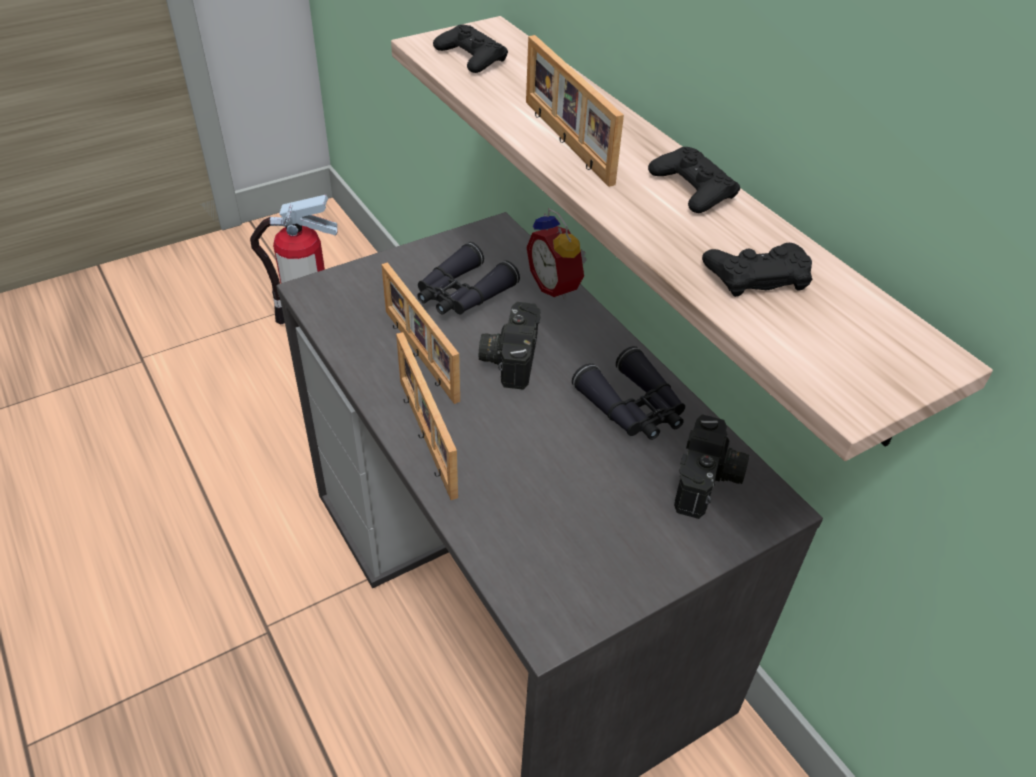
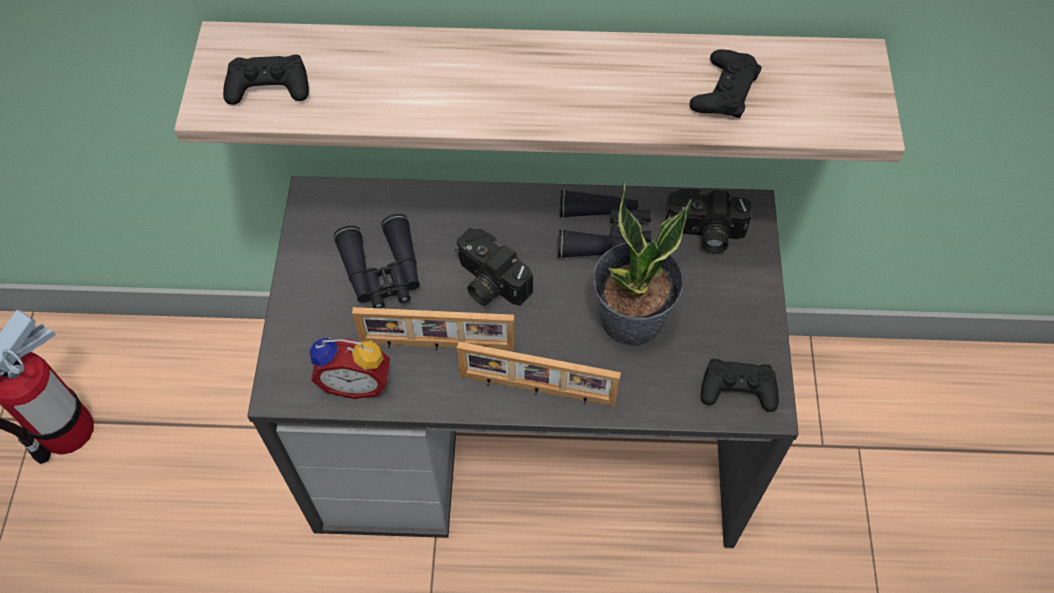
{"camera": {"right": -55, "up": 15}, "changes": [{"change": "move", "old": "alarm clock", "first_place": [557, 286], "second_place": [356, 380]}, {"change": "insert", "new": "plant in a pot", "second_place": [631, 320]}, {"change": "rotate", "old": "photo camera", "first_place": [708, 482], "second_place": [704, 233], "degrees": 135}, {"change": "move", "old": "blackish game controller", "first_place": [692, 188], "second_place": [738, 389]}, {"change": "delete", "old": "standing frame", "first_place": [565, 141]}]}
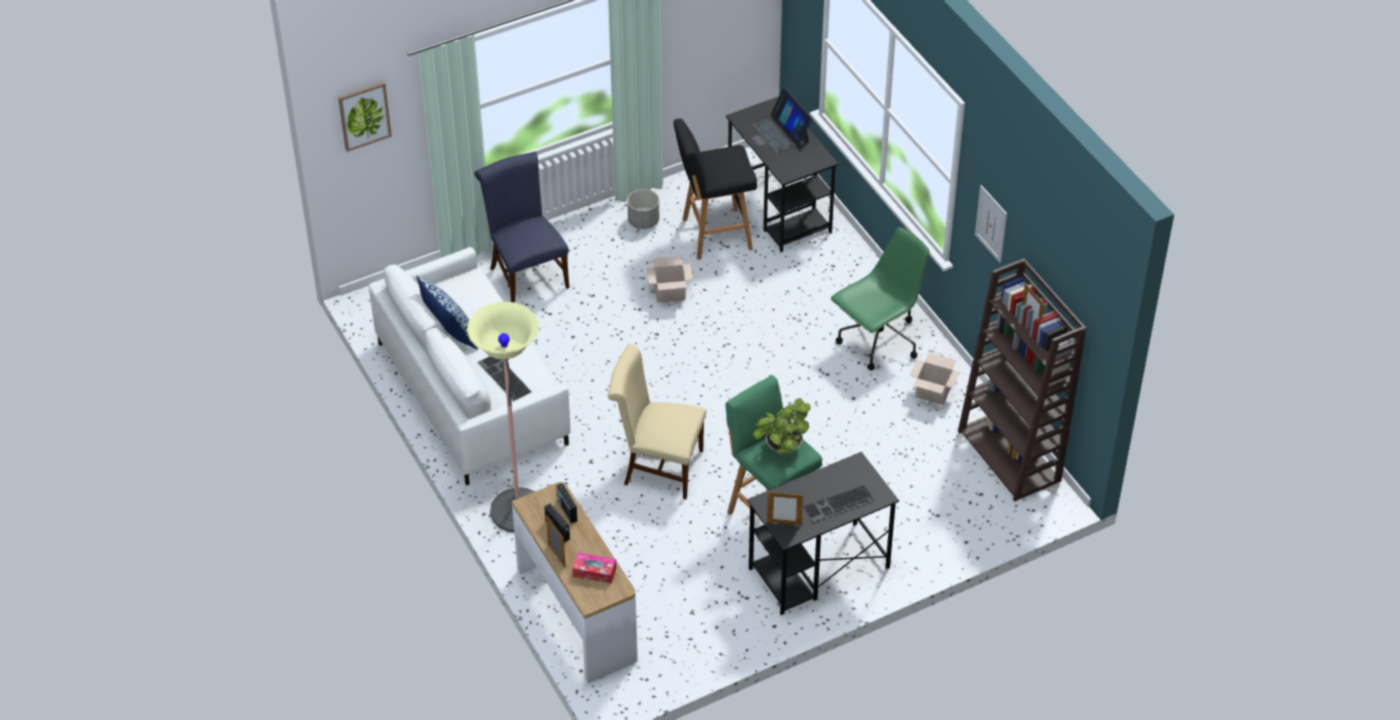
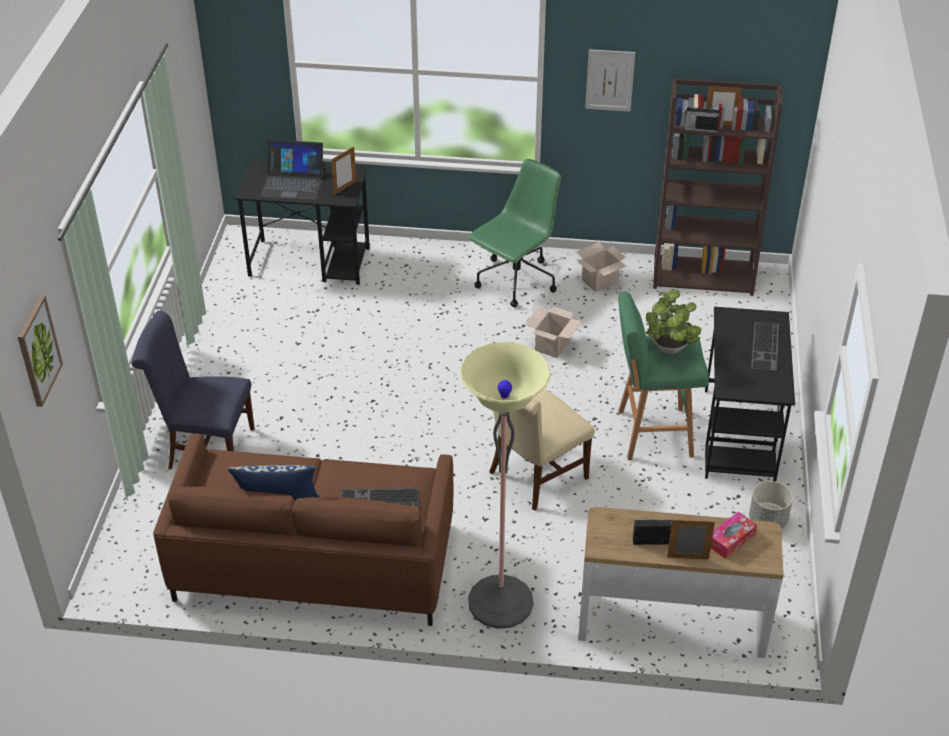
{"camera": {"right": -55, "up": -5}, "changes": [{"change": "recolor", "old": "whitish sofa", "new": "brown-coloured sofa", "first_place": [472, 392], "second_place": [314, 560]}, {"change": "move", "old": "standing frame", "first_place": [784, 523], "second_place": [345, 188]}, {"change": "rotate", "old": "green computer chair", "first_place": [878, 341], "second_place": [515, 282], "degrees": 45}, {"change": "move", "old": "carton", "first_place": [670, 292], "second_place": [552, 345]}, {"change": "move", "old": "radio set", "first_place": [567, 510], "second_place": [700, 129]}, {"change": "move", "old": "grey plant pot", "first_place": [643, 221], "second_place": [767, 520]}, {"change": "delete", "old": "blackish sitting stool", "first_place": [714, 234]}]}
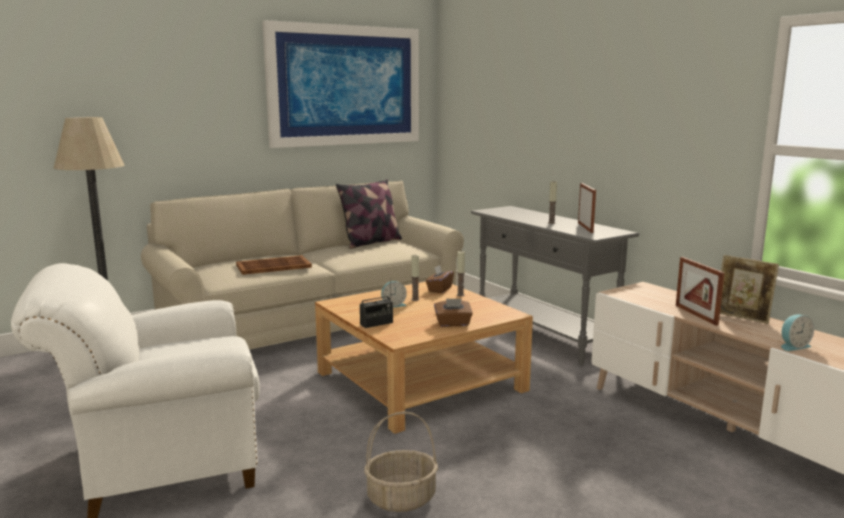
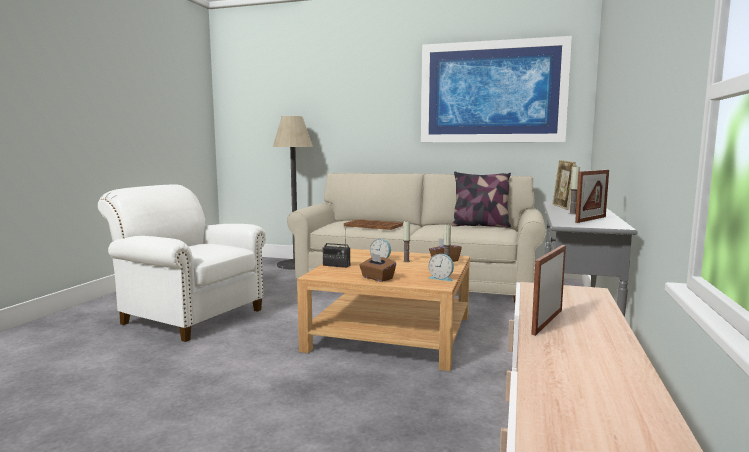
{"camera": {"right": 50, "up": -5}, "changes": [{"change": "move", "old": "alarm clock", "first_place": [793, 346], "second_place": [441, 278]}, {"change": "move", "old": "standing frame", "first_place": [742, 317], "second_place": [562, 207]}, {"change": "delete", "old": "storage basket", "first_place": [400, 499]}]}
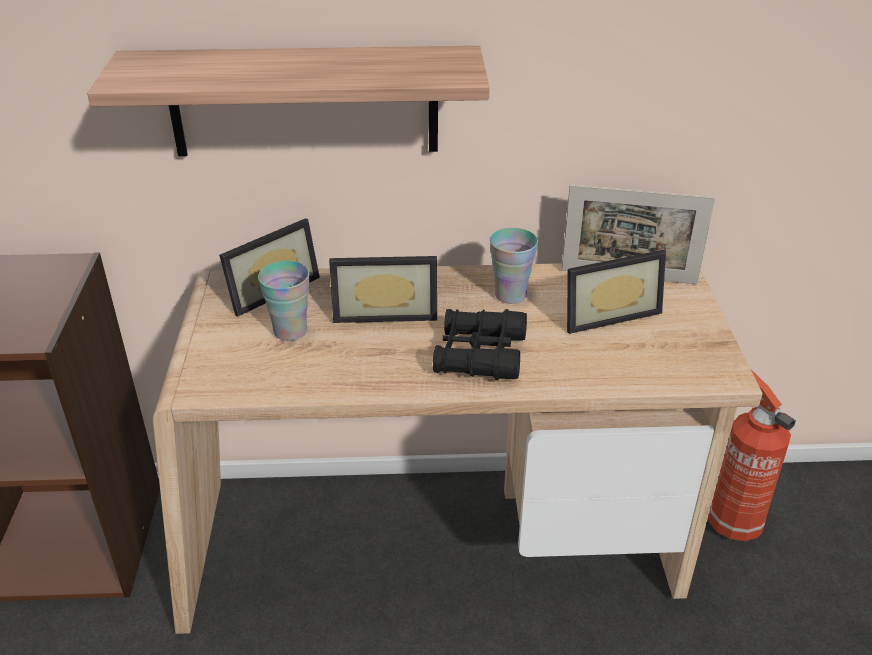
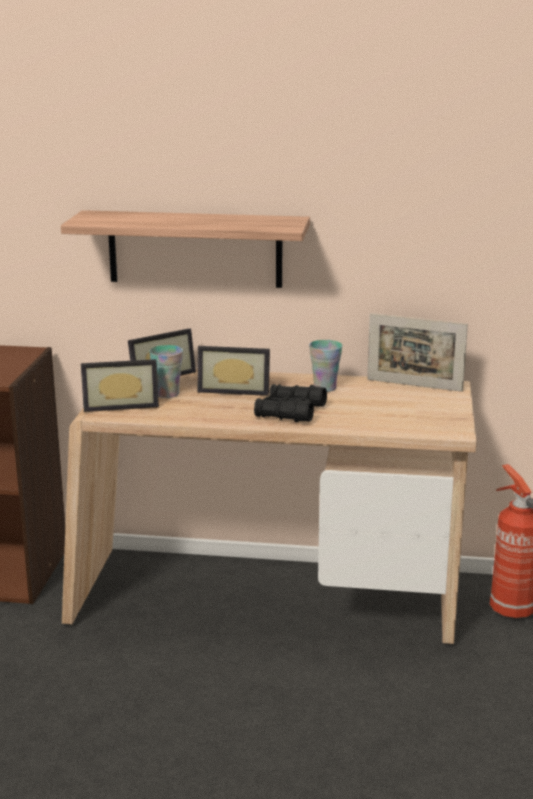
{"camera": {"right": 10, "up": -15}, "changes": [{"change": "move", "old": "standing frame", "first_place": [607, 313], "second_place": [120, 405]}]}
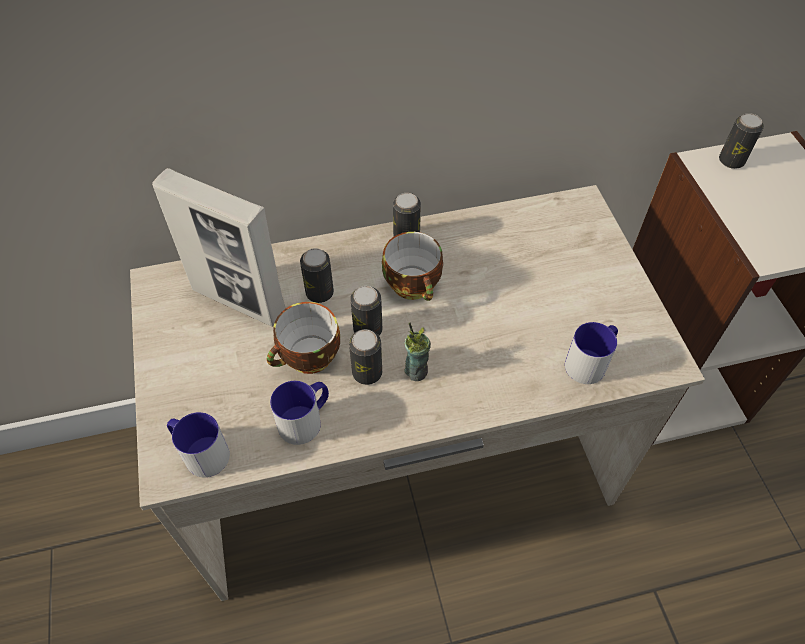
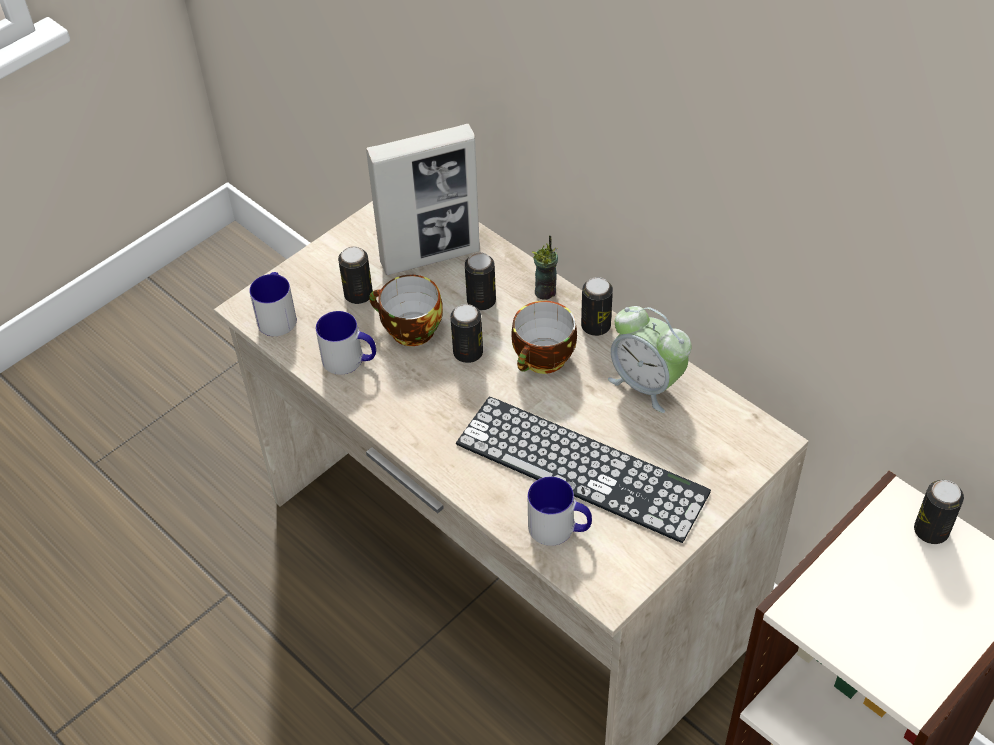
{"camera": {"right": 60, "up": -5}, "changes": [{"change": "move", "old": "metal can", "first_place": [367, 373], "second_place": [358, 295]}, {"change": "rotate", "old": "standing frame", "first_place": [239, 301], "second_place": [430, 257], "degrees": -105}, {"change": "insert", "new": "keyboard", "second_place": [581, 467]}, {"change": "move", "old": "cup", "first_place": [416, 371], "second_place": [546, 292]}, {"change": "insert", "new": "alarm clock", "second_place": [646, 384]}]}
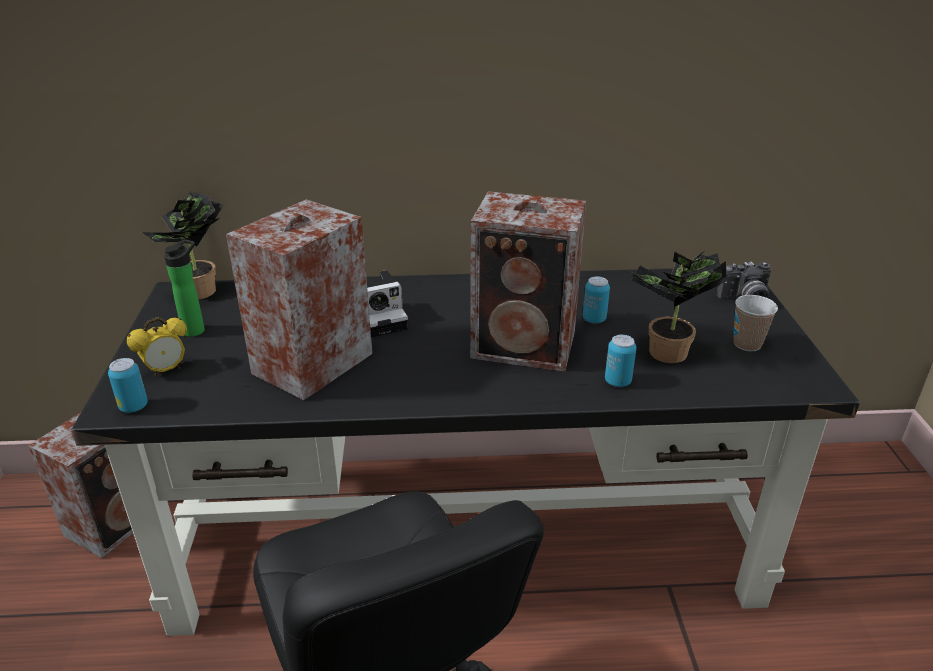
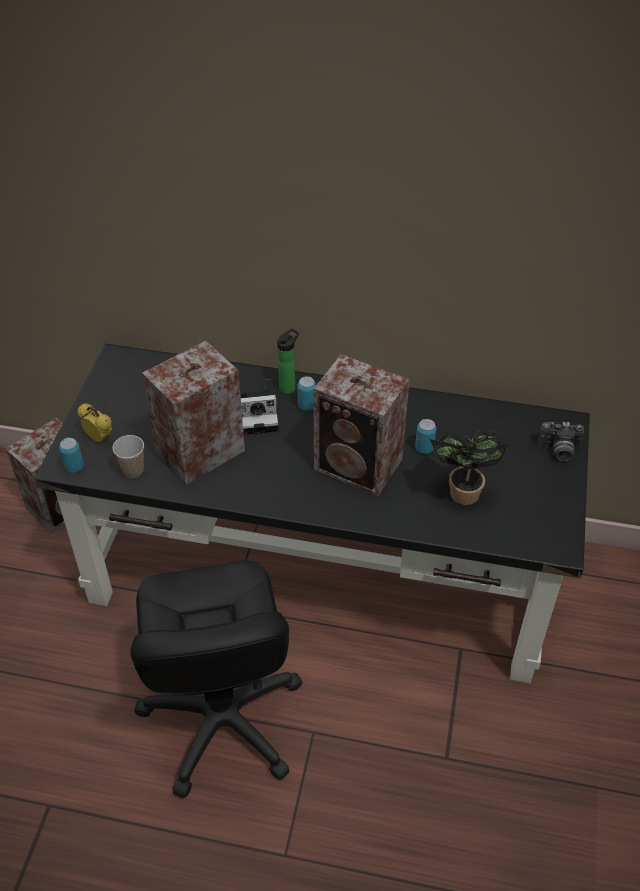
{"camera": {"right": 15, "up": 15}, "changes": [{"change": "rotate", "old": "alarm clock", "first_place": [166, 370], "second_place": [99, 438], "degrees": -120}, {"change": "move", "old": "cup", "first_place": [747, 344], "second_place": [133, 470]}, {"change": "move", "old": "bottle", "first_place": [196, 329], "second_place": [289, 387]}, {"change": "move", "old": "metal can", "first_place": [617, 381], "second_place": [307, 405]}, {"change": "delete", "old": "plant in a pot", "first_place": [200, 294]}]}
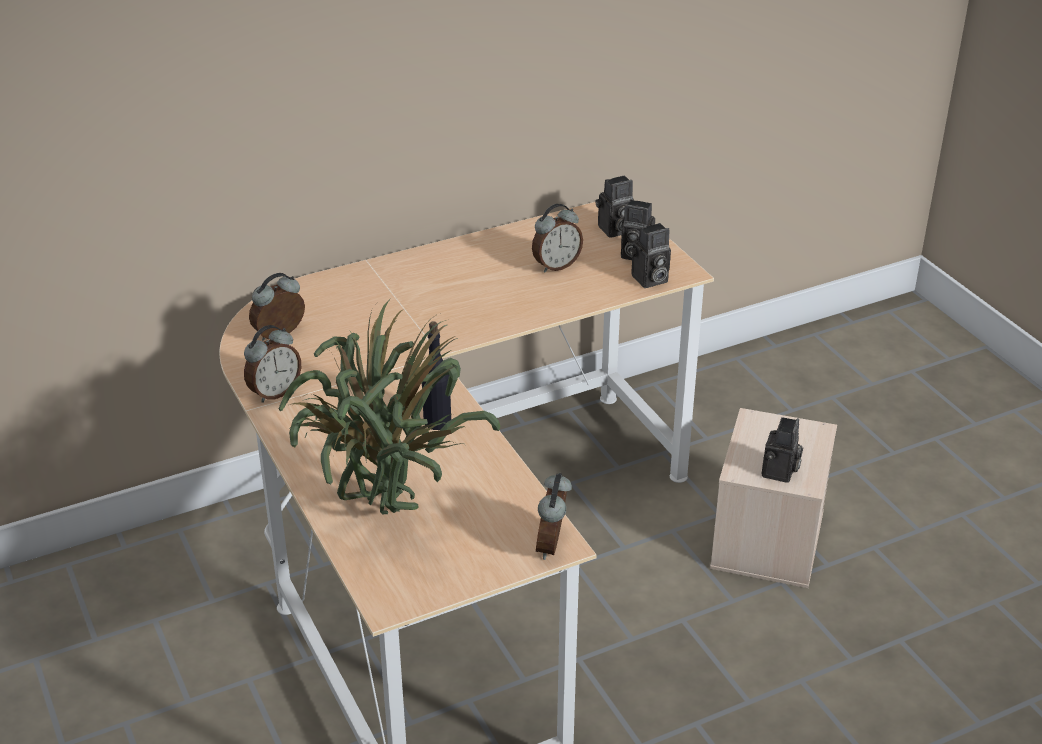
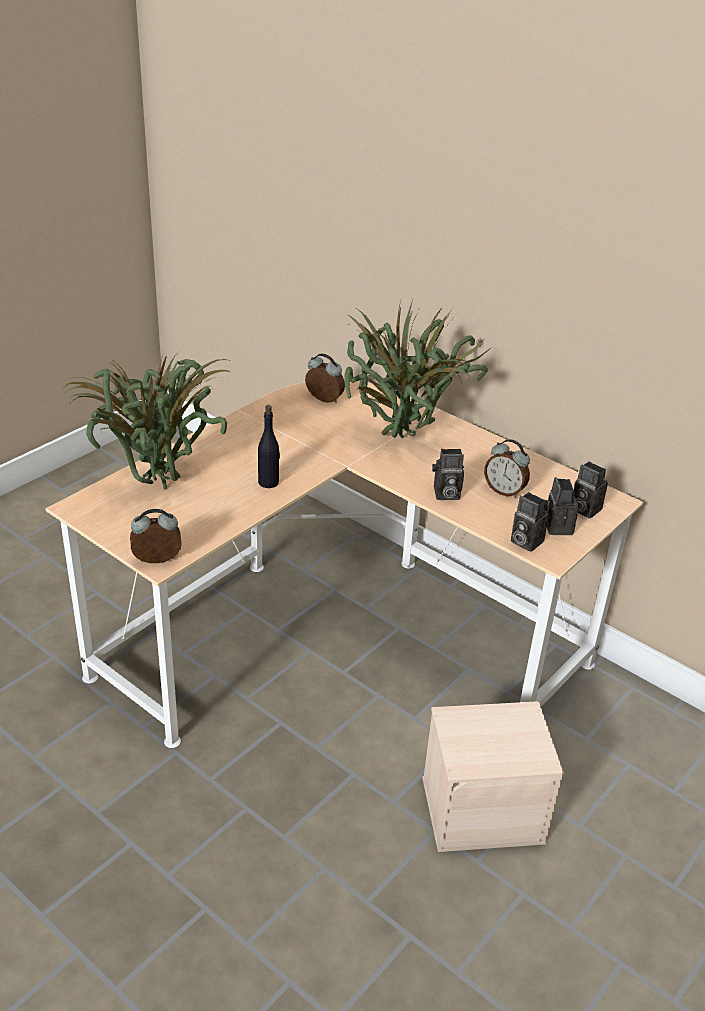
{"camera": {"right": 65, "up": 0}, "changes": [{"change": "insert", "new": "plant in a pot", "second_place": [402, 443]}, {"change": "move", "old": "photo camera", "first_place": [780, 473], "second_place": [445, 494]}, {"change": "delete", "old": "alarm clock", "first_place": [274, 392]}]}
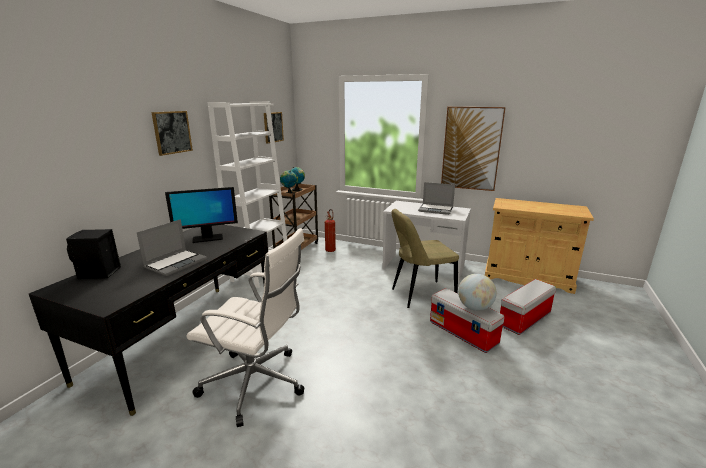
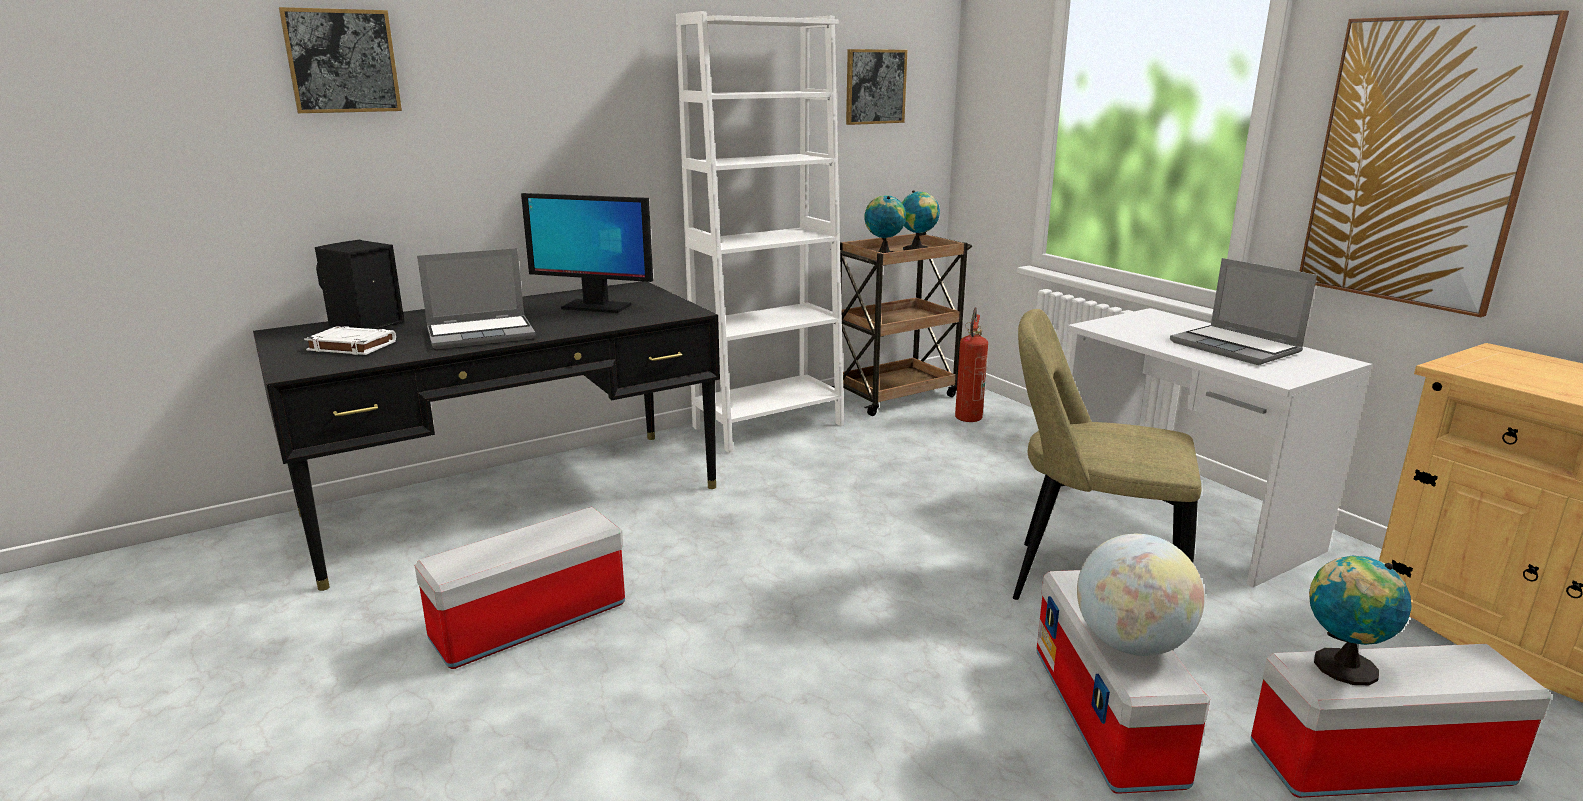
{"camera": {"right": 35, "up": 0}, "changes": [{"change": "move", "old": "wall art", "first_place": [172, 132], "second_place": [342, 61]}, {"change": "insert", "new": "whitish volume", "second_place": [351, 346]}, {"change": "replace", "old": "whitish computer chair", "new": "storage box", "first_place": [256, 384], "second_place": [528, 623]}, {"change": "insert", "new": "globe", "second_place": [1340, 667]}]}
